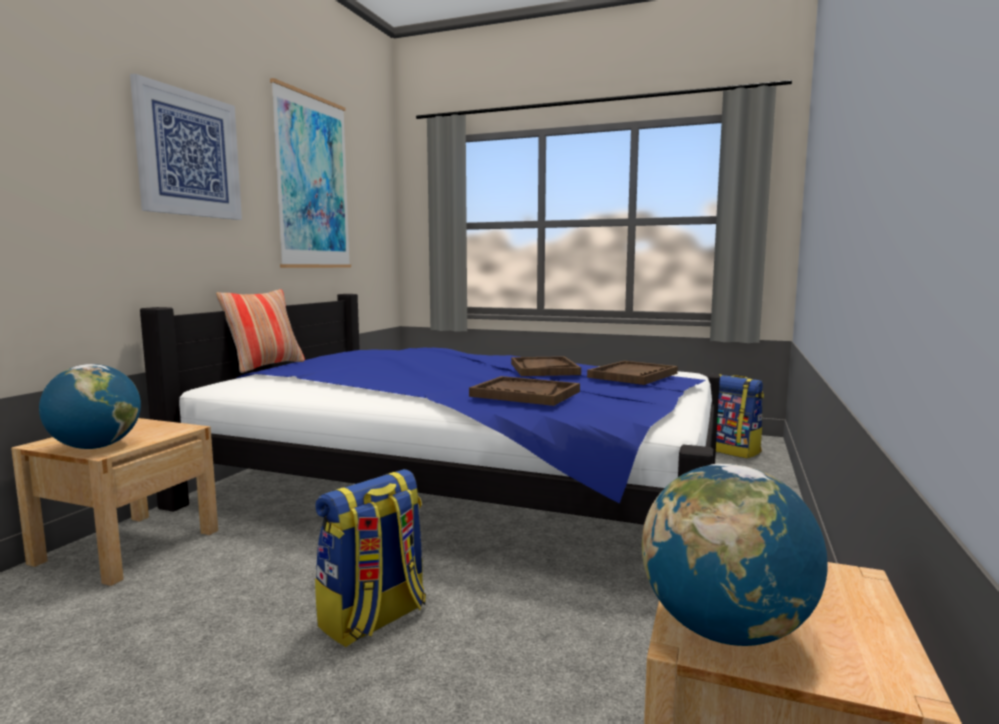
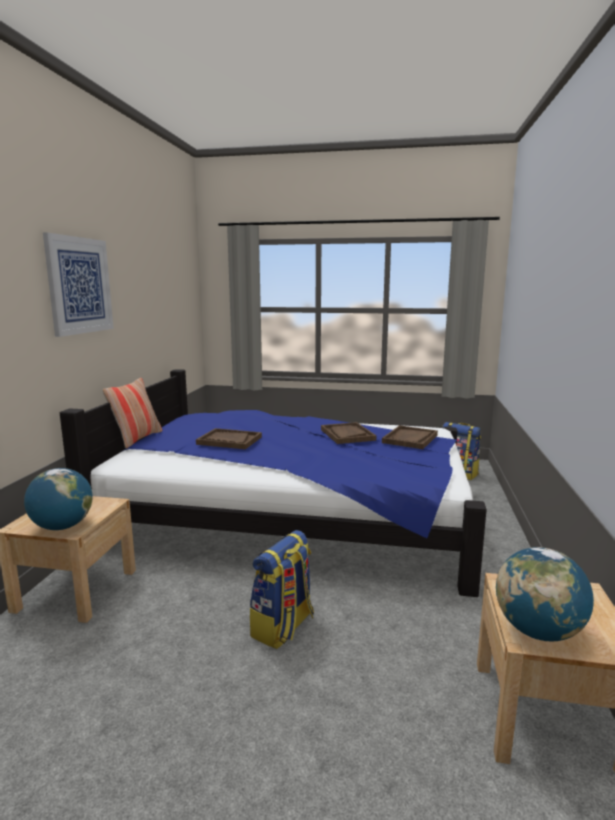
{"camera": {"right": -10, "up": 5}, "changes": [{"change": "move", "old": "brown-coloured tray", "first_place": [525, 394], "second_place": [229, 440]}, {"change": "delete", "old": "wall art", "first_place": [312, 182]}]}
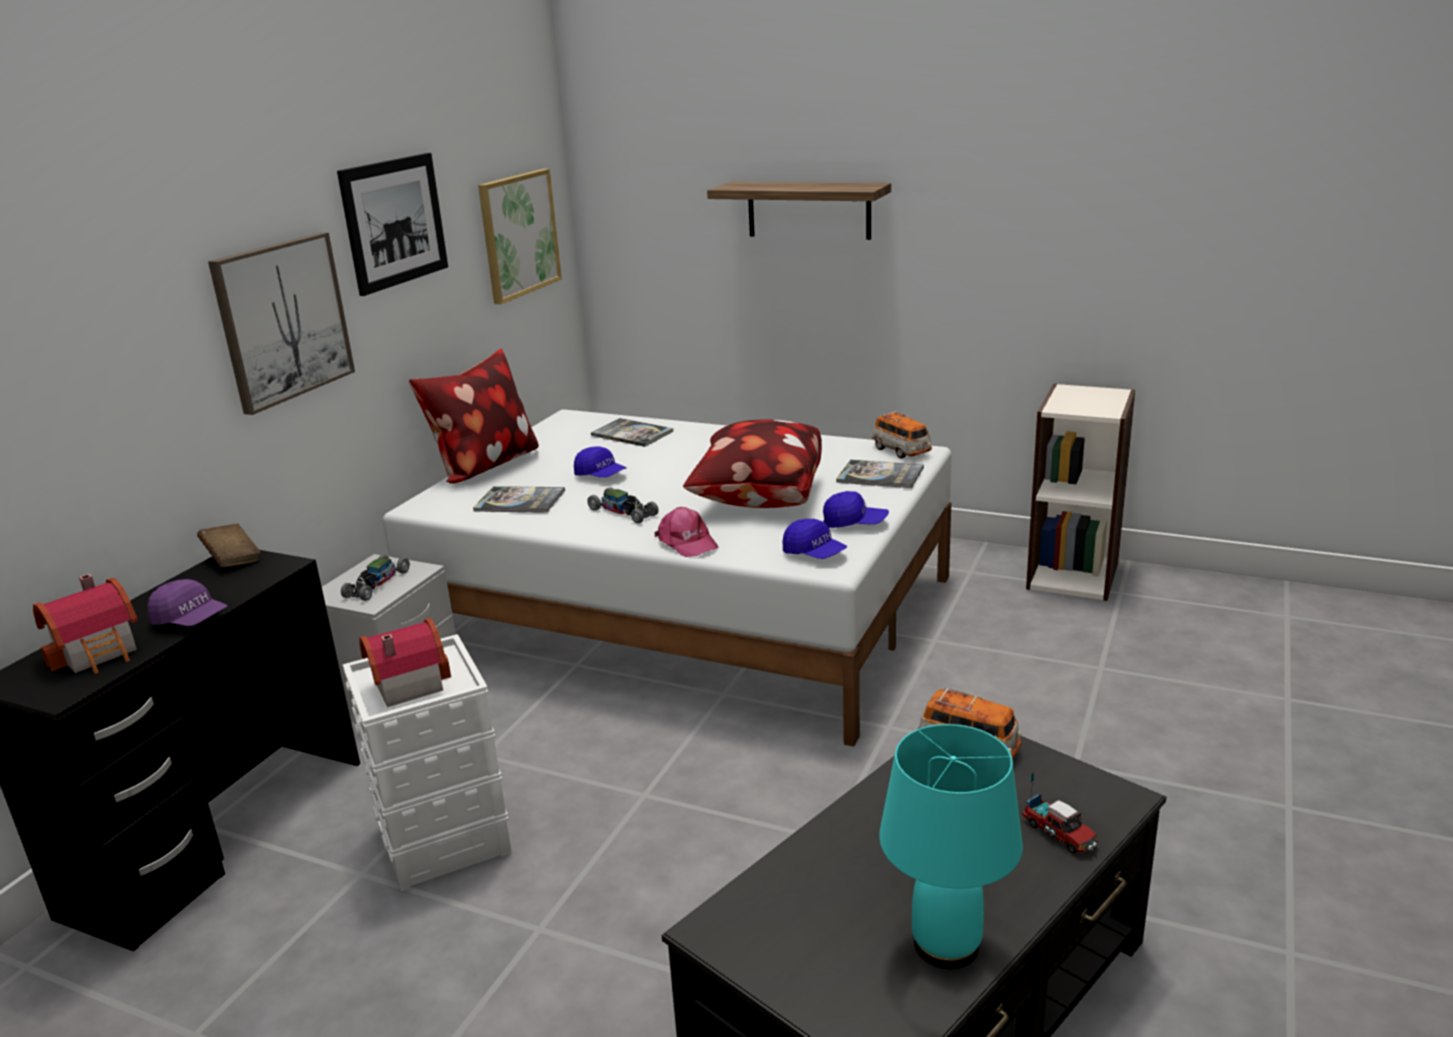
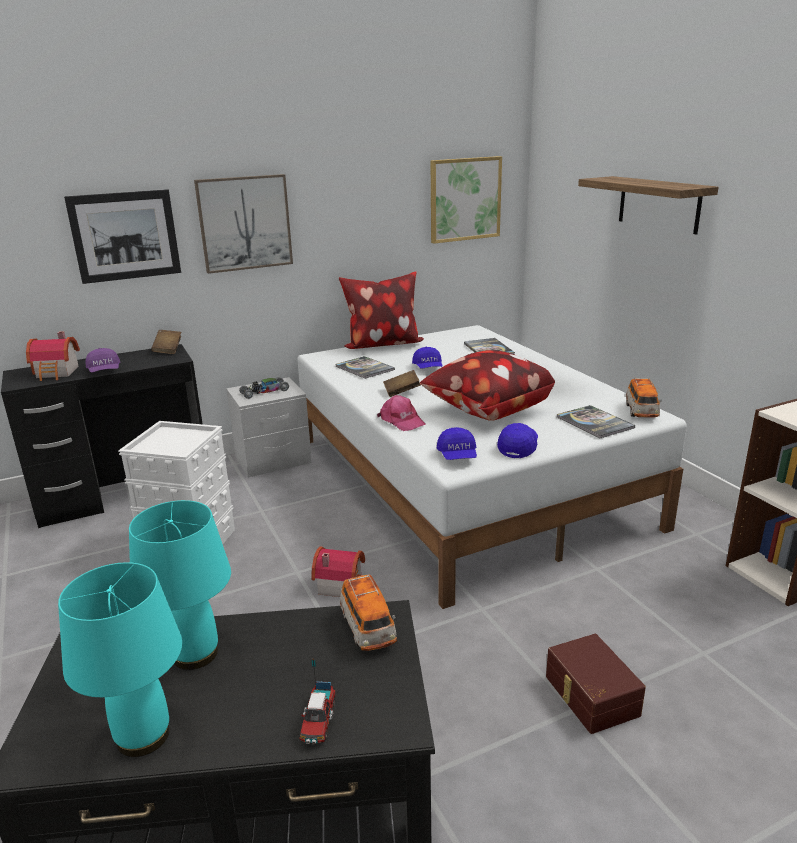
{"camera": {"right": 40, "up": 0}, "changes": [{"change": "move", "old": "wall art", "first_place": [394, 222], "second_place": [125, 236]}, {"change": "insert", "new": "turquoise lamp for a table", "second_place": [195, 653]}, {"change": "move", "old": "toy house", "first_place": [405, 684], "second_place": [339, 583]}, {"change": "rotate", "old": "pink cap", "first_place": [686, 542], "second_place": [401, 421], "degrees": -45}, {"change": "replace", "old": "toy car", "new": "brown-coloured volume", "first_place": [623, 512], "second_place": [402, 392]}, {"change": "rotate", "old": "blue-coloured cap", "first_place": [855, 523], "second_place": [518, 447], "degrees": -120}, {"change": "insert", "new": "brown-coloured storage box", "second_place": [590, 696]}]}
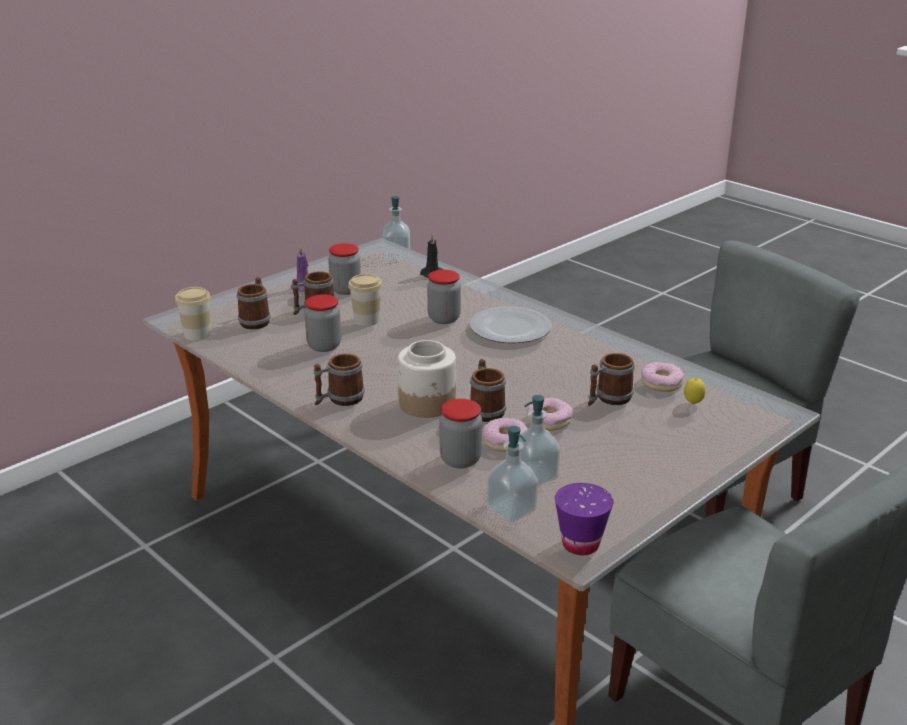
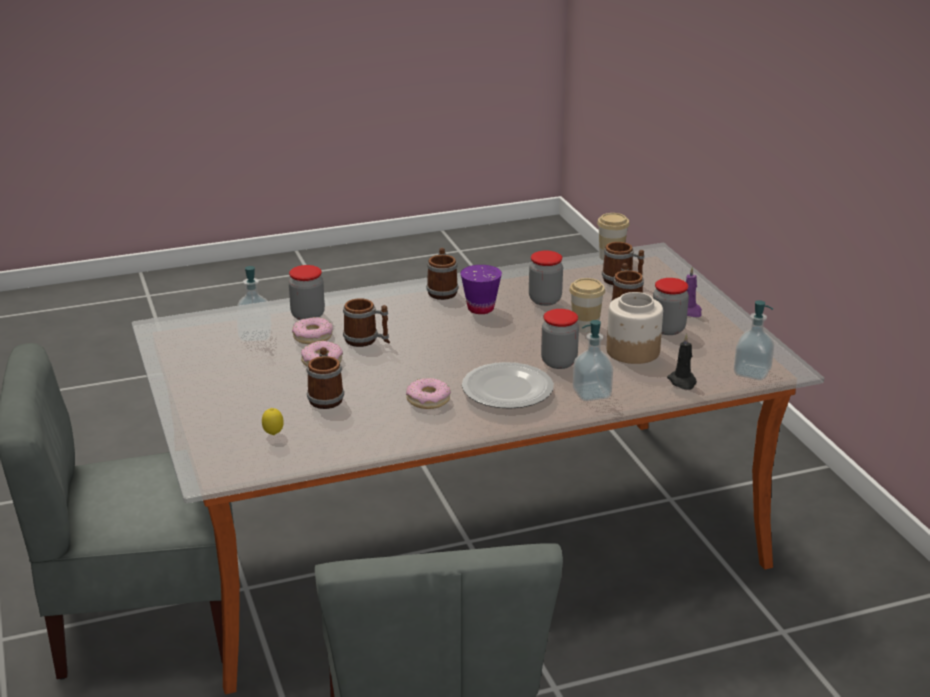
{"camera": {"right": 115, "up": 0}, "changes": [{"change": "move", "old": "doughnut", "first_place": [661, 383], "second_place": [428, 400]}, {"change": "move", "old": "purple-coloured cup", "first_place": [580, 544], "second_place": [480, 309]}, {"change": "move", "old": "soap bottle", "first_place": [511, 510], "second_place": [591, 393]}, {"change": "move", "old": "preserve jar", "first_place": [428, 403], "second_place": [632, 351]}]}
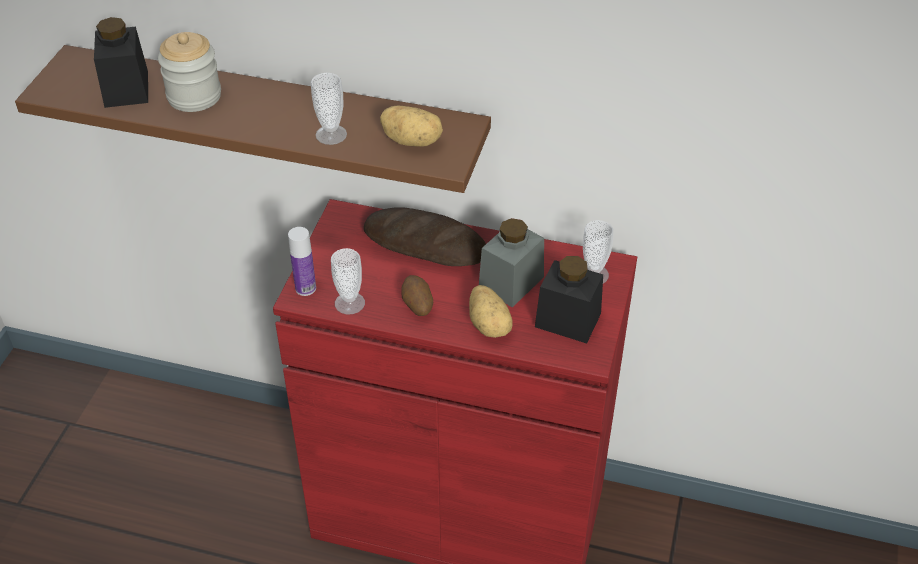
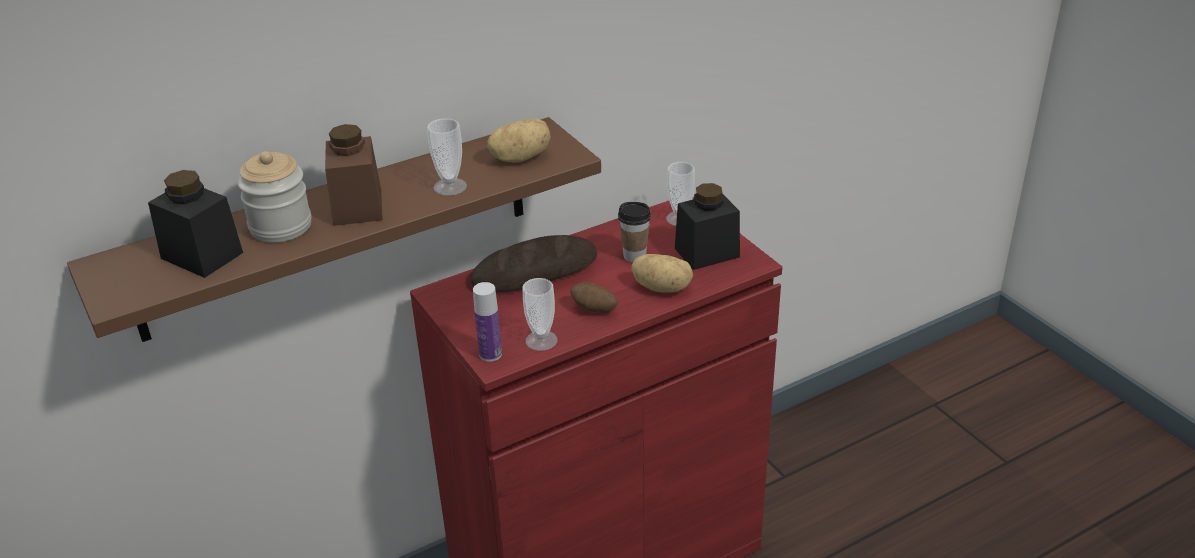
{"camera": {"right": -45, "up": -10}, "changes": [{"change": "insert", "new": "brown-coloured preserve jar", "second_place": [357, 206]}, {"change": "replace", "old": "grey preserve jar", "new": "cup", "first_place": [511, 282], "second_place": [634, 256]}]}
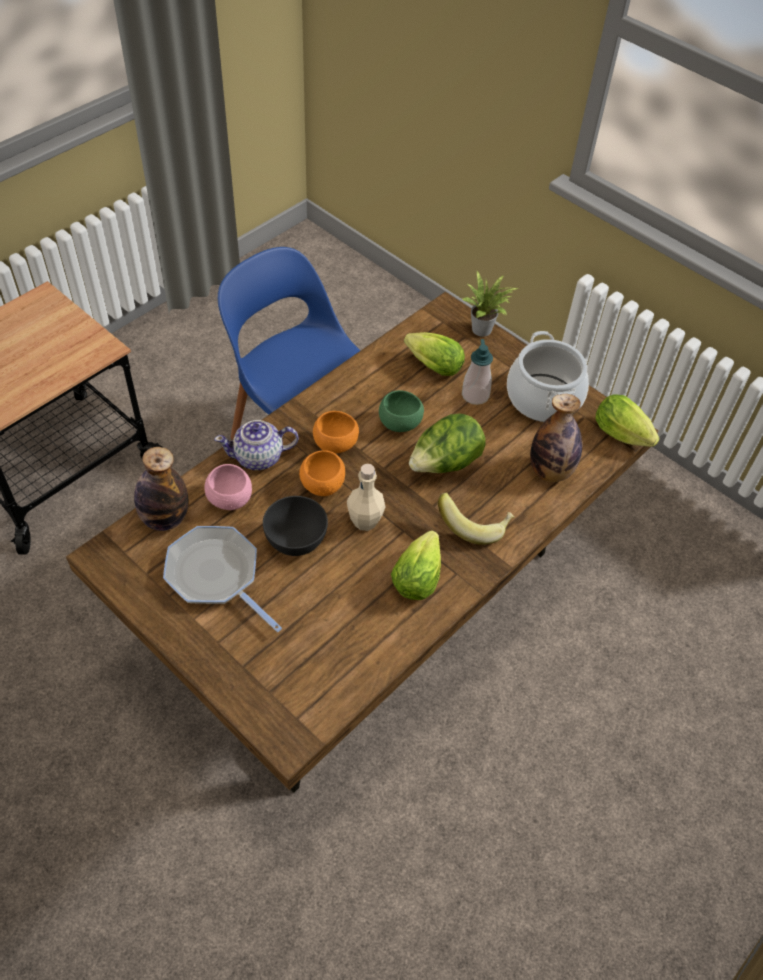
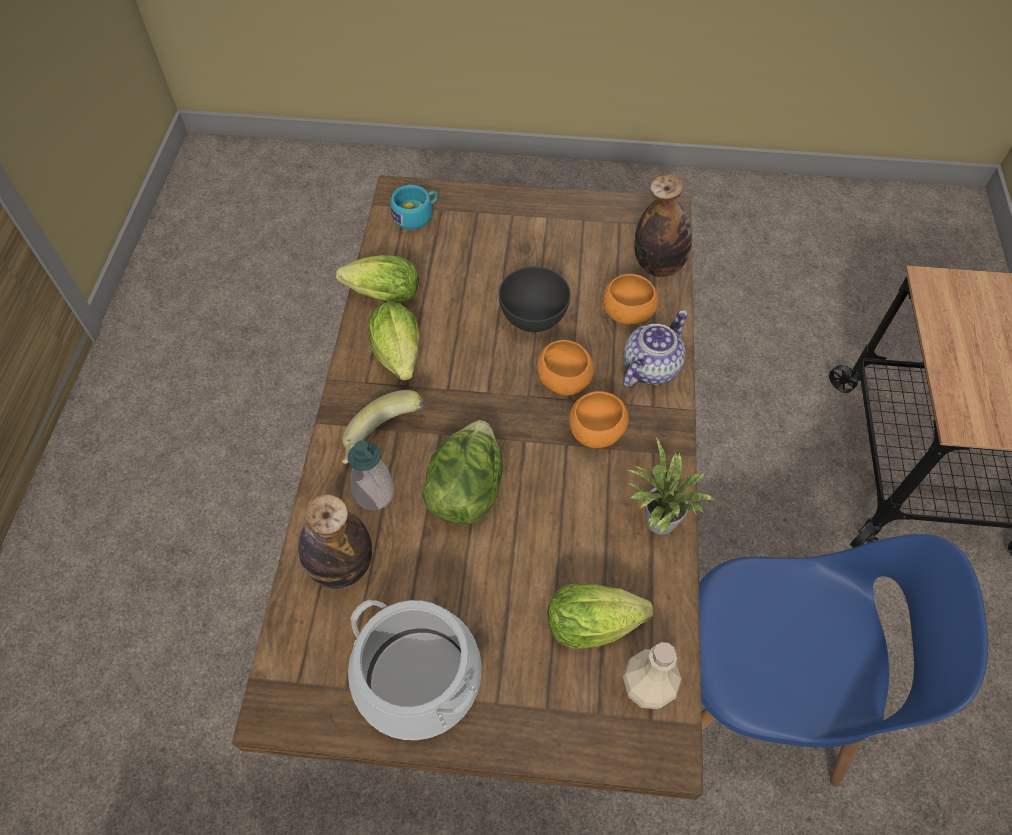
{"camera": {"right": 145, "up": 5}, "changes": [{"change": "move", "old": "lettuce", "first_place": [624, 436], "second_place": [379, 295]}, {"change": "move", "old": "soap bottle", "first_place": [475, 395], "second_place": [374, 493]}, {"change": "insert", "new": "turquoise cup", "second_place": [417, 215]}, {"change": "recolor", "old": "pink serving bowl", "new": "orangey serving bowl", "first_place": [229, 499], "second_place": [628, 314]}, {"change": "move", "old": "sand-coloured bottle", "first_place": [365, 521], "second_place": [646, 690]}, {"change": "move", "old": "plant in a pot", "first_place": [484, 330], "second_place": [657, 522]}, {"change": "delete", "old": "skillet", "first_place": [216, 575]}, {"change": "delete", "old": "green serving bowl", "first_place": [400, 424]}]}
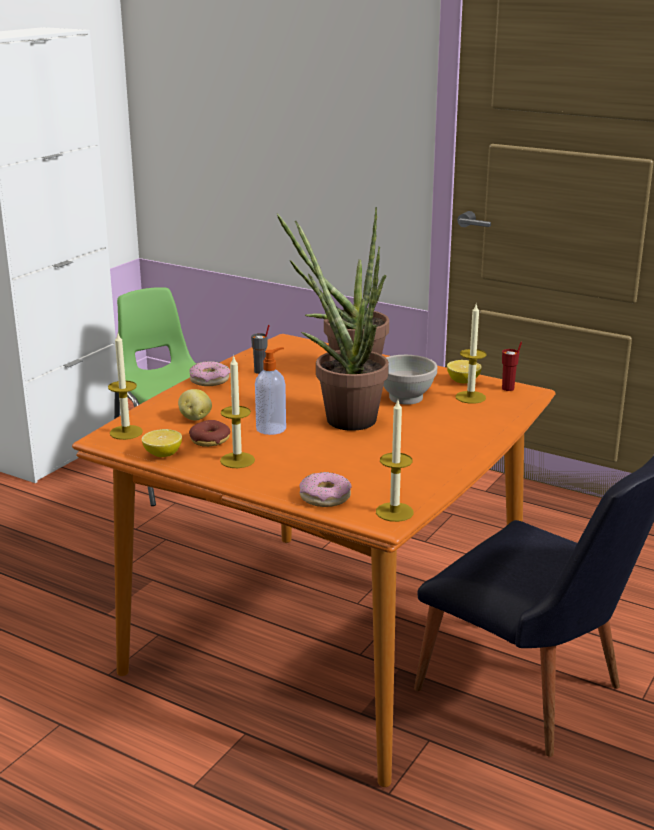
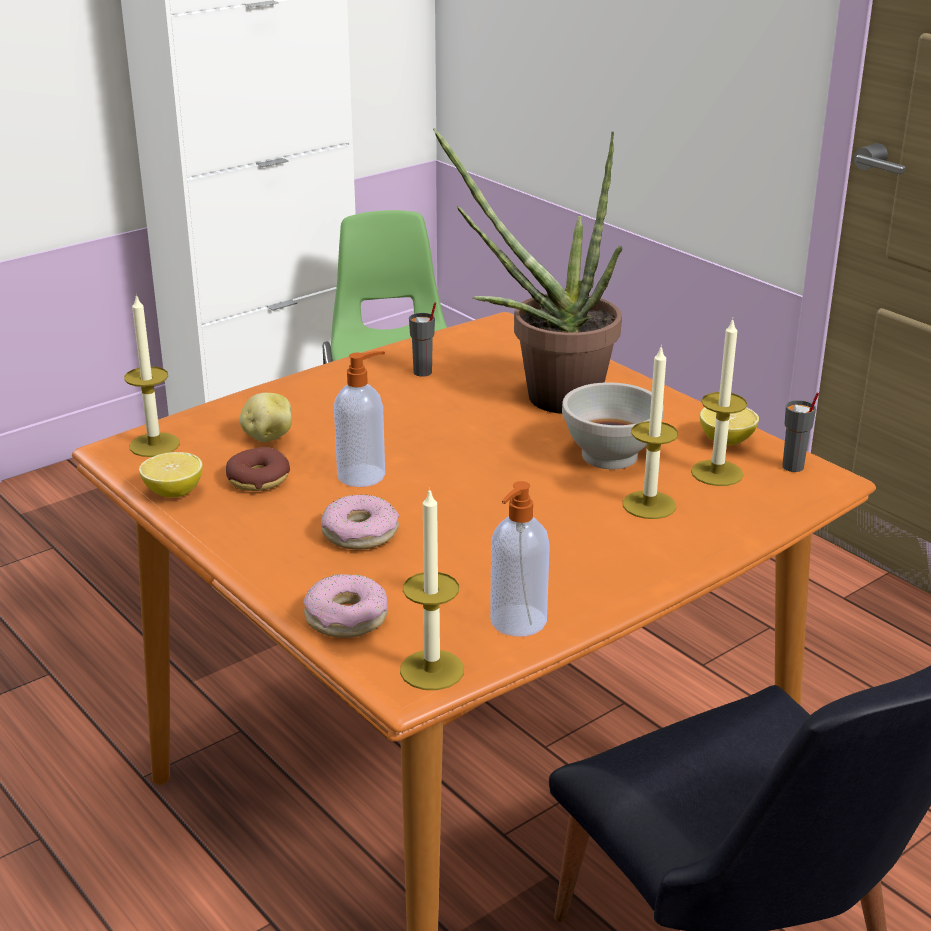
{"camera": {"right": 20, "up": 5}, "changes": [{"change": "move", "old": "doughnut", "first_place": [209, 380], "second_place": [360, 533]}, {"change": "insert", "new": "soap bottle", "second_place": [517, 622]}, {"change": "move", "old": "candle", "first_place": [237, 460], "second_place": [649, 505]}, {"change": "recolor", "old": "reddish cup", "new": "grey cup", "first_place": [508, 388], "second_place": [793, 467]}, {"change": "delete", "old": "plant in a pot", "first_place": [344, 416]}]}
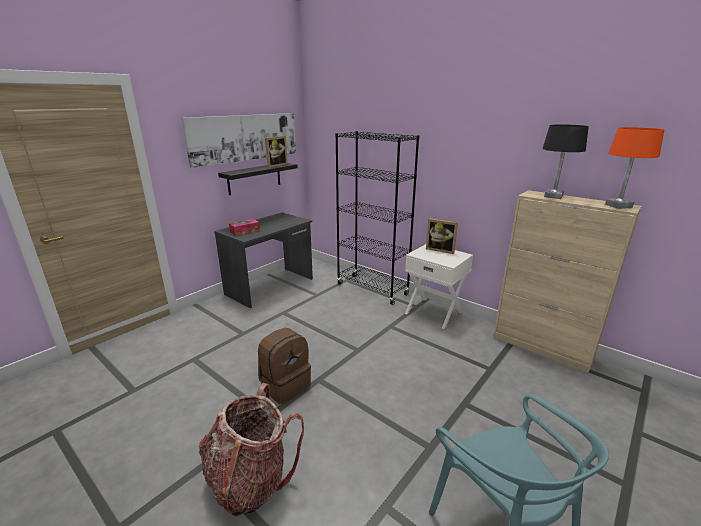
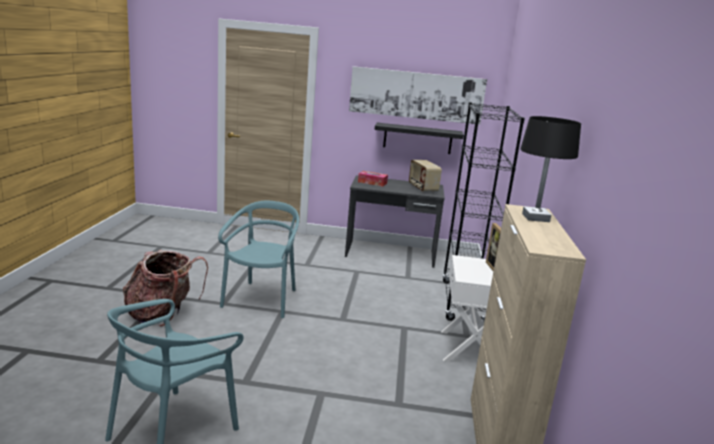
{"camera": {"right": 55, "up": -5}, "changes": [{"change": "replace", "old": "brown-coloured knapsack", "new": "turquoise upright chair", "first_place": [285, 385], "second_place": [261, 300]}, {"change": "insert", "new": "radio set", "second_place": [422, 188]}, {"change": "delete", "old": "standing frame", "first_place": [275, 165]}, {"change": "delete", "old": "orangey lamp for a table", "first_place": [618, 206]}]}
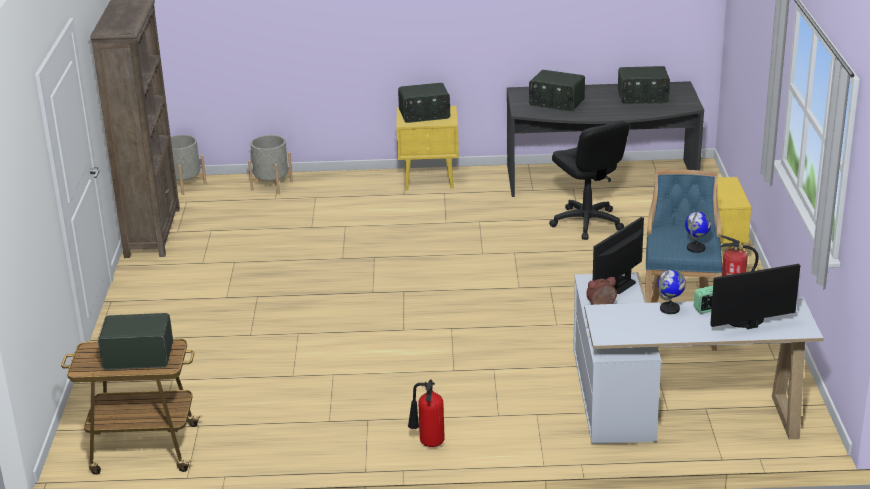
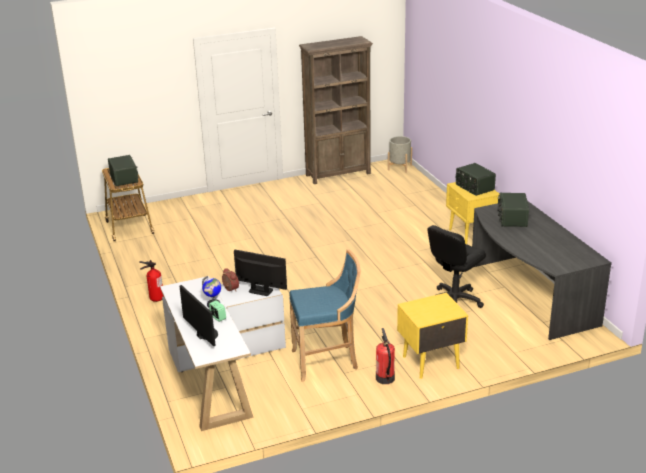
{"camera": {"right": 70, "up": 0}, "changes": [{"change": "delete", "old": "grey plant pot", "first_place": [272, 185]}, {"change": "delete", "old": "radio set", "first_place": [643, 97]}, {"change": "delete", "old": "globe", "first_place": [696, 248]}]}
